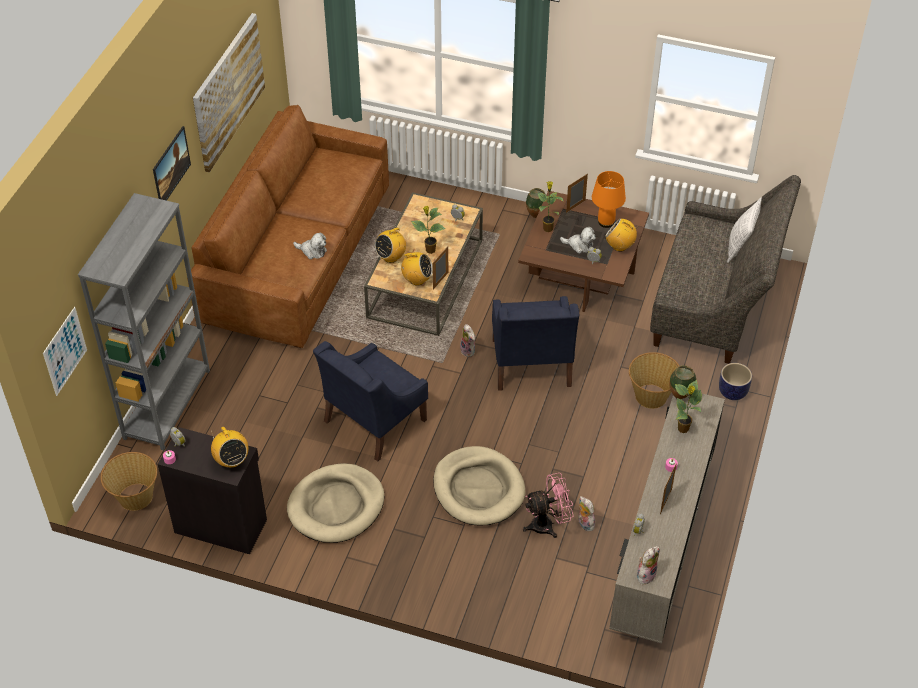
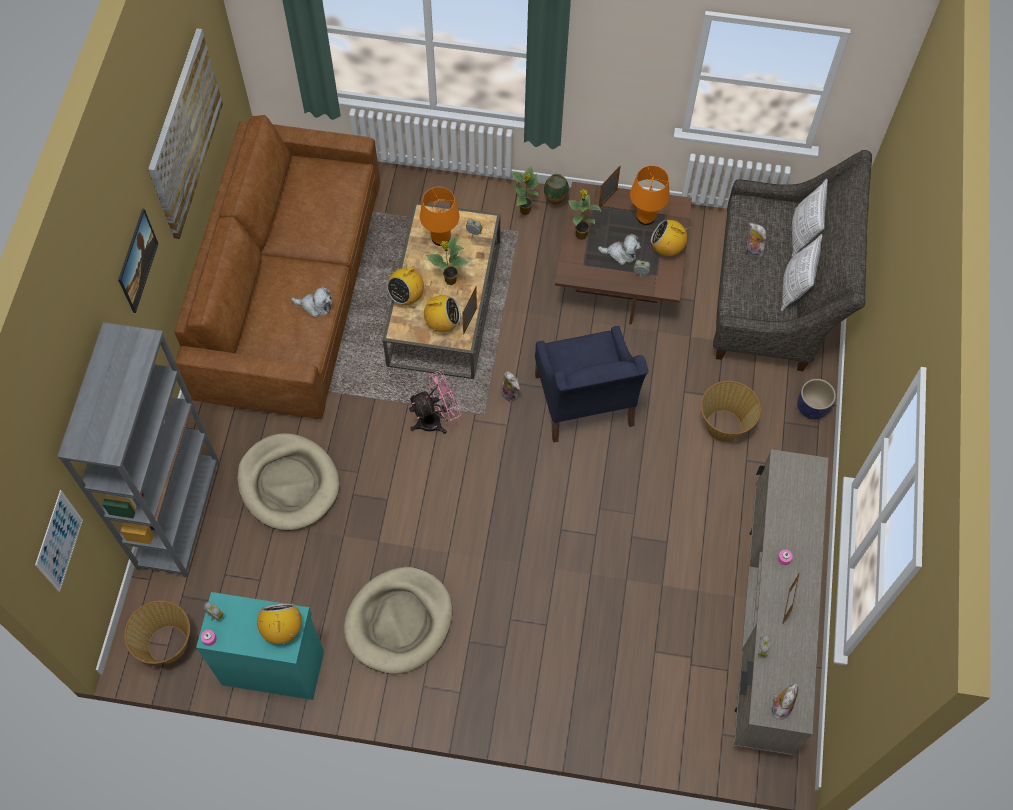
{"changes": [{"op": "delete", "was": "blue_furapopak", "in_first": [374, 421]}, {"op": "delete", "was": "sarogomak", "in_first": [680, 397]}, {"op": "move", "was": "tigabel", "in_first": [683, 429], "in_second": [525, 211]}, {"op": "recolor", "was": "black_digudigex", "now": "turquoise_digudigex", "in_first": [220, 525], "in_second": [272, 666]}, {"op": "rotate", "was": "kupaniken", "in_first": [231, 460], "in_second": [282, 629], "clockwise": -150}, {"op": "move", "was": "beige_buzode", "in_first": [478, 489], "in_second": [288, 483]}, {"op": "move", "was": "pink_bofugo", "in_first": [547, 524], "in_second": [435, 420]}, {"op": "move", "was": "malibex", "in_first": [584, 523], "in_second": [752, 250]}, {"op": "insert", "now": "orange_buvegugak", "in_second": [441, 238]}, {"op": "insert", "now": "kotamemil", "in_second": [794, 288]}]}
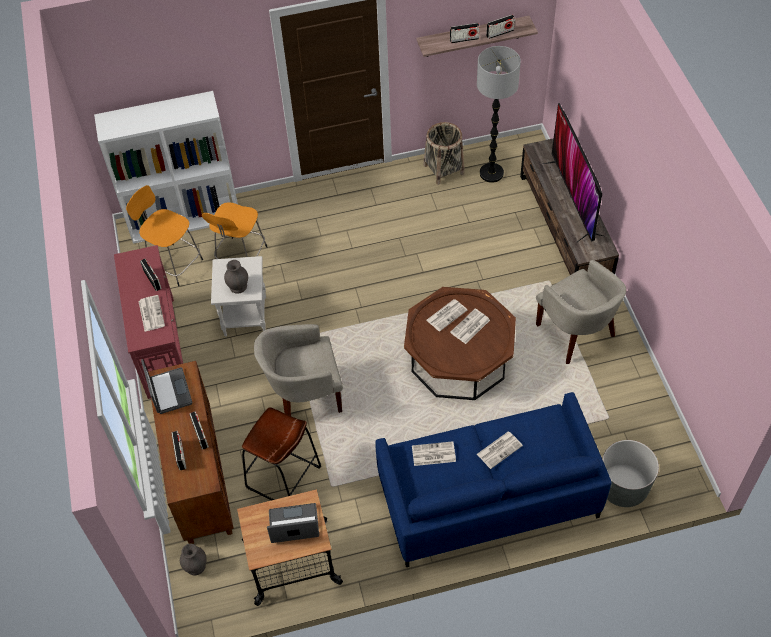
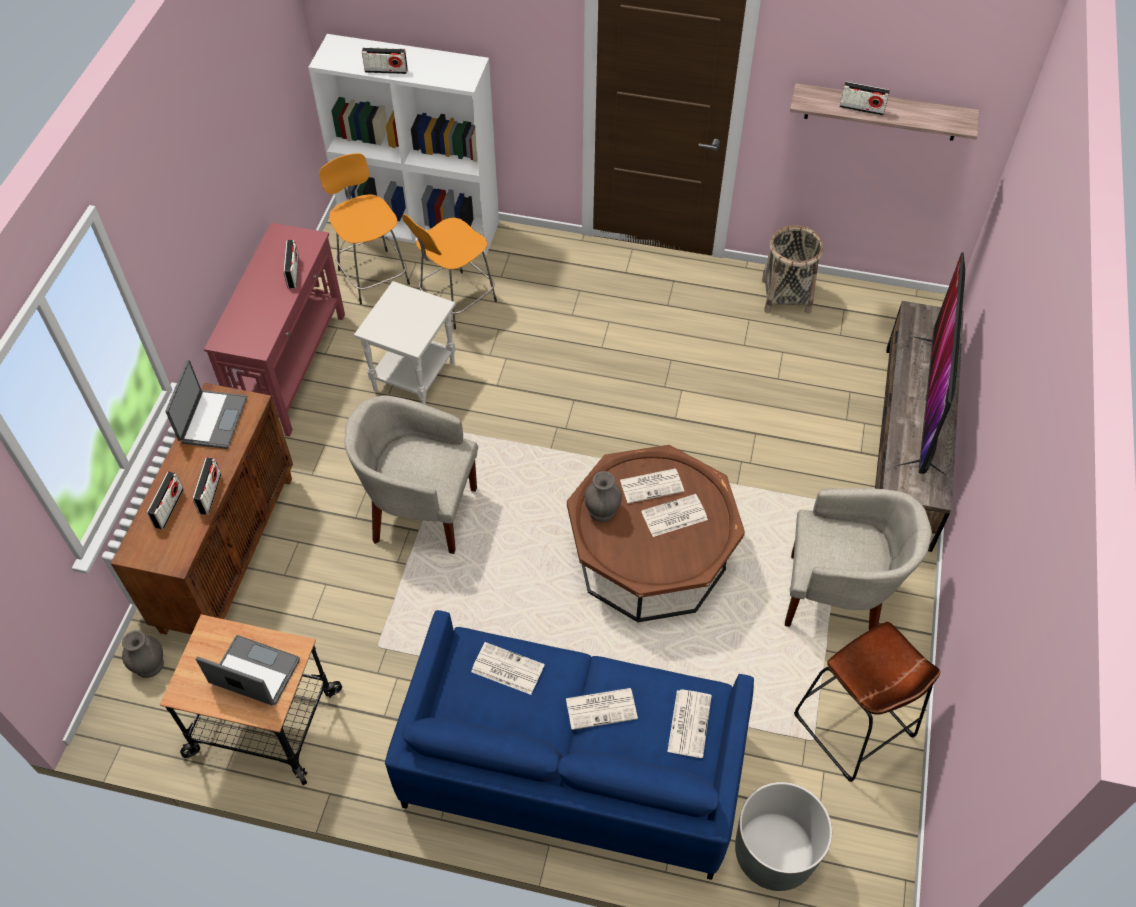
{"changes": [{"op": "move", "was": "kupaniken", "in_first": [500, 33], "in_second": [386, 70]}, {"op": "delete", "was": "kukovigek", "in_first": [491, 173]}, {"op": "move", "was": "grey_sarogomak", "in_first": [238, 286], "in_second": [603, 509]}, {"op": "rotate", "was": "beige_furapopak", "in_first": [576, 334], "in_second": [837, 597], "clockwise": -75}, {"op": "move", "was": "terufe", "in_first": [151, 313], "in_second": [689, 722]}, {"op": "move", "was": "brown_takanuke", "in_first": [283, 478], "in_second": [853, 726]}]}
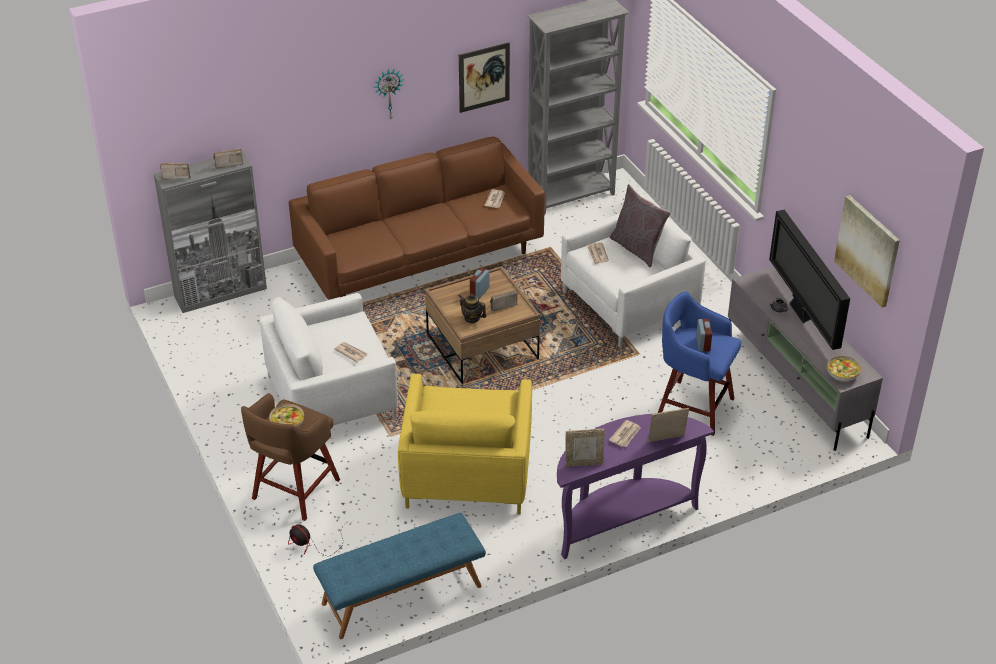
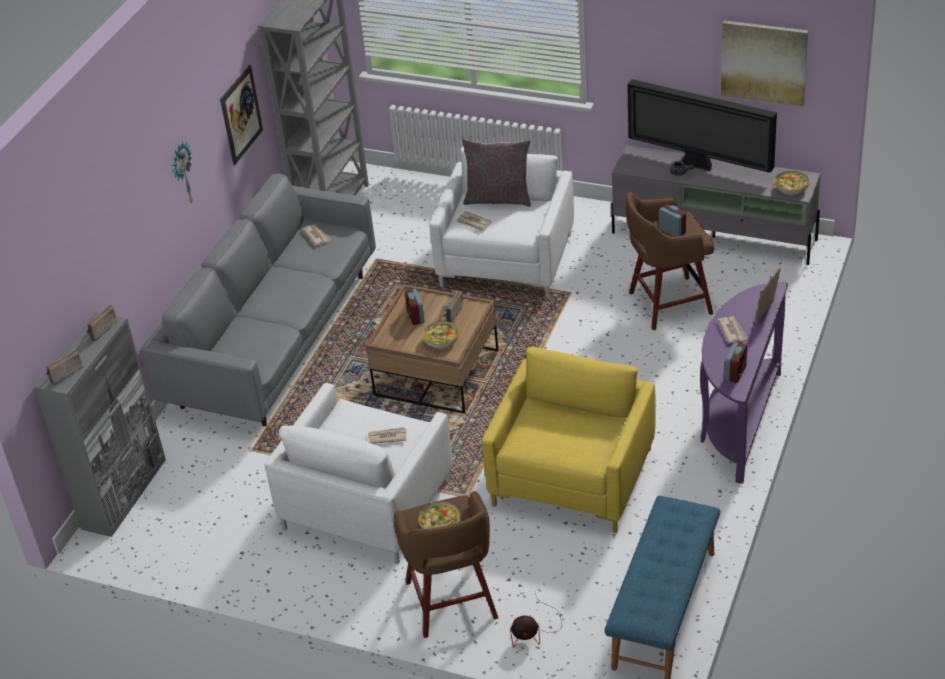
{"changes": [{"op": "recolor", "was": "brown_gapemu", "now": "grey_gapemu", "in_first": [421, 259], "in_second": [276, 340]}, {"op": "recolor", "was": "blue_takanuke", "now": "brown_takanuke", "in_first": [692, 406], "in_second": [667, 304]}, {"op": "replace", "was": "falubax", "now": "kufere", "in_first": [472, 318], "in_second": [441, 341]}, {"op": "rotate", "was": "yellow_furapopak", "in_first": [467, 472], "in_second": [572, 477], "clockwise": -120}, {"op": "replace", "was": "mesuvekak", "now": "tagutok", "in_first": [584, 463], "in_second": [735, 373]}]}
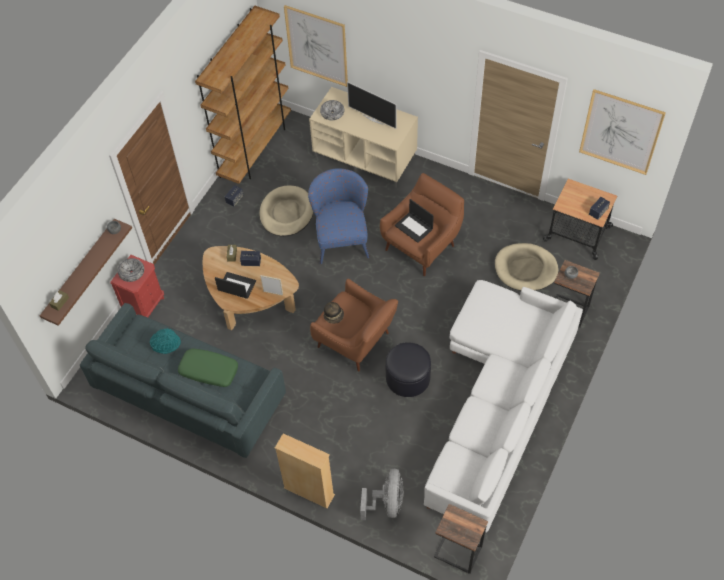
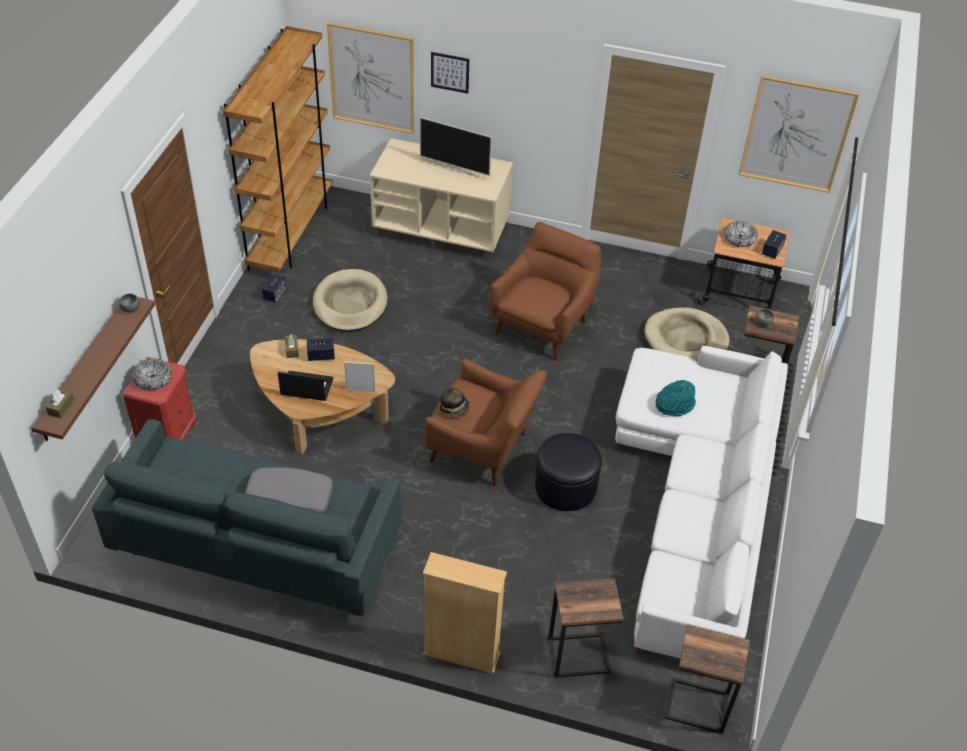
{"changes": [{"op": "move", "was": "kufere", "in_first": [332, 113], "in_second": [739, 238]}, {"op": "delete", "was": "blue_furapopak", "in_first": [341, 237]}, {"op": "delete", "was": "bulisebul", "in_first": [414, 227]}, {"op": "move", "was": "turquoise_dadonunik", "in_first": [166, 343], "in_second": [674, 404]}, {"op": "recolor", "was": "green_kotamemil", "now": "grey_kotamemil", "in_first": [208, 371], "in_second": [289, 498]}, {"op": "replace", "was": "grey_bofugo", "now": "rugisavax", "in_first": [387, 503], "in_second": [578, 654]}, {"op": "insert", "now": "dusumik", "in_second": [450, 72]}]}
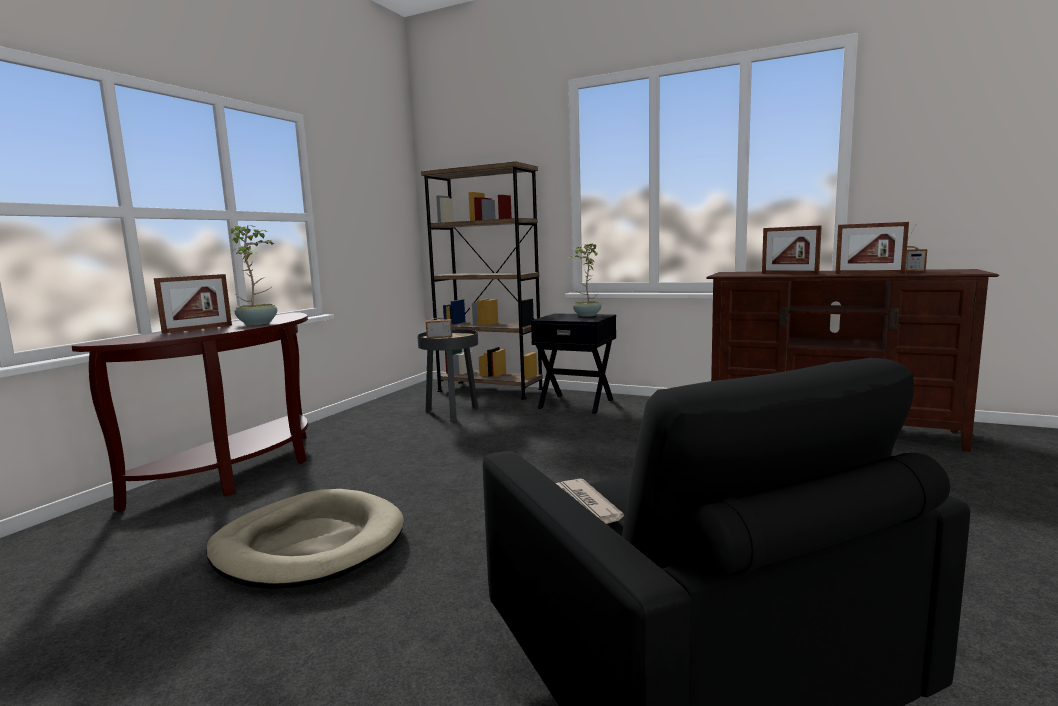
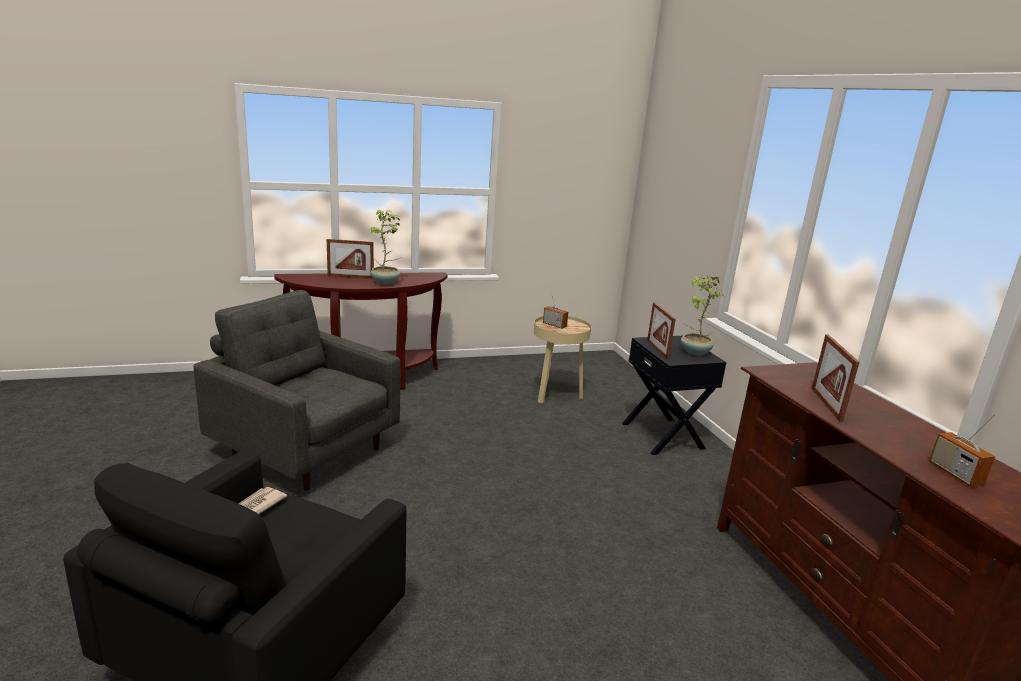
{"changes": [{"op": "delete", "was": "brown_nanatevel", "in_first": [490, 390]}, {"op": "move", "was": "mesuvekak", "in_first": [869, 274], "in_second": [657, 349]}, {"op": "recolor", "was": "black_rugisavax", "now": "beige_rugisavax", "in_first": [452, 413], "in_second": [555, 394]}, {"op": "replace", "was": "beige_buzode", "now": "grey_furapopak", "in_first": [309, 545], "in_second": [305, 449]}]}
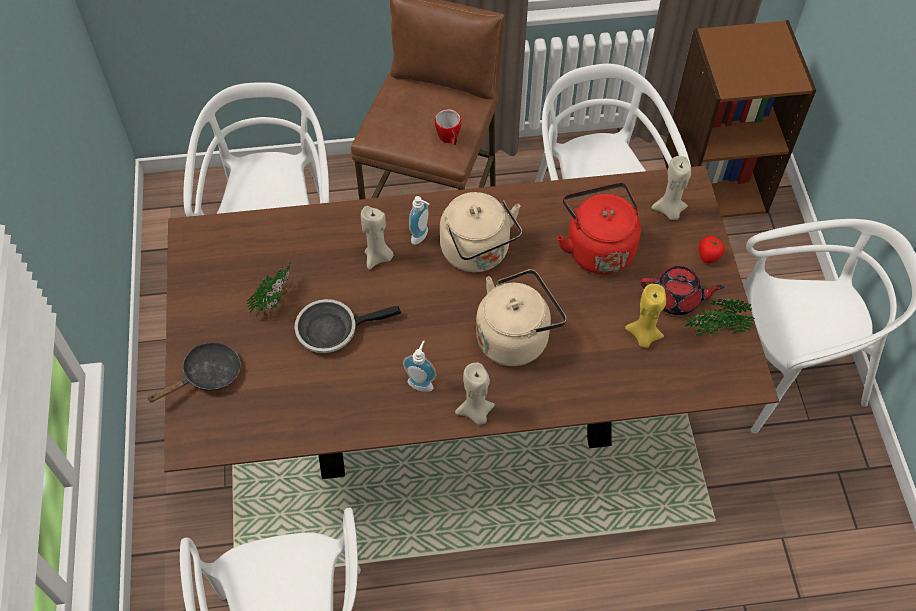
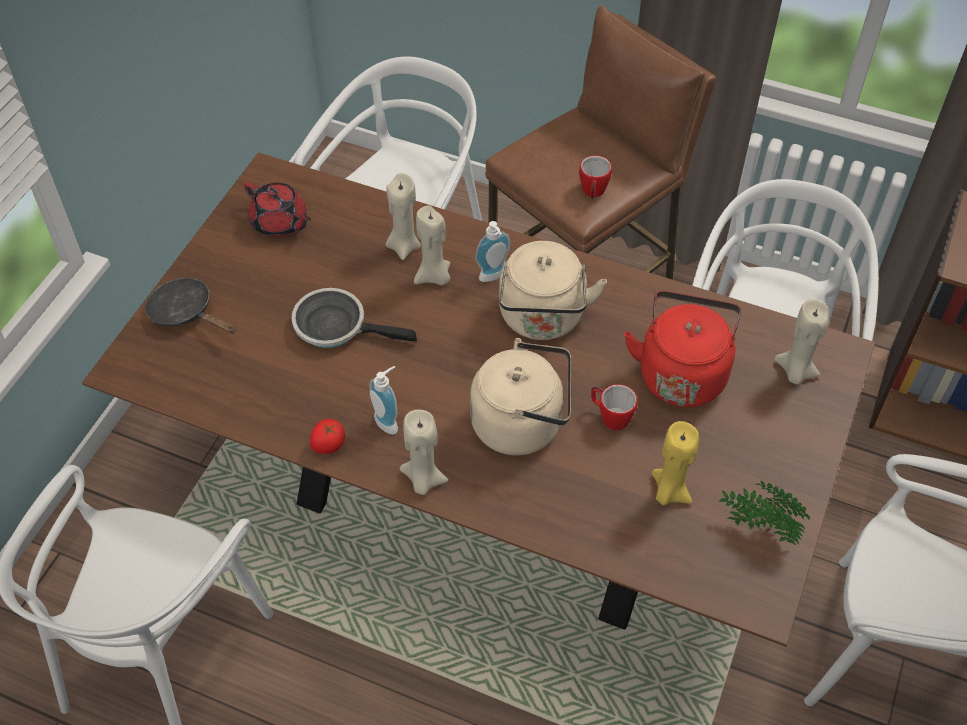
{"changes": [{"op": "move", "was": "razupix", "in_first": [708, 256], "in_second": [328, 445]}, {"op": "delete", "was": "tigabel", "in_first": [276, 301]}, {"op": "move", "was": "red_falubax", "in_first": [676, 298], "in_second": [280, 223]}, {"op": "rotate", "was": "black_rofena", "in_first": [207, 375], "in_second": [186, 313], "clockwise": -135}, {"op": "insert", "now": "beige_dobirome", "in_second": [403, 246]}, {"op": "insert", "now": "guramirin", "in_second": [610, 417]}]}
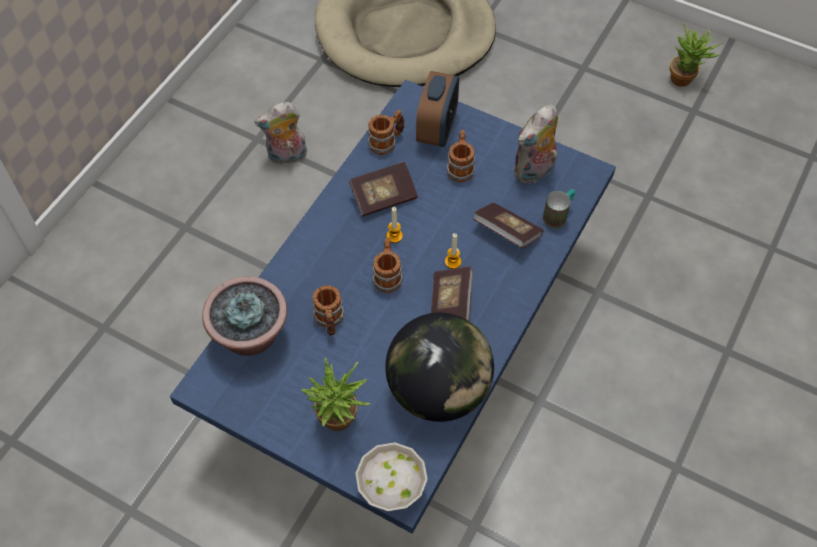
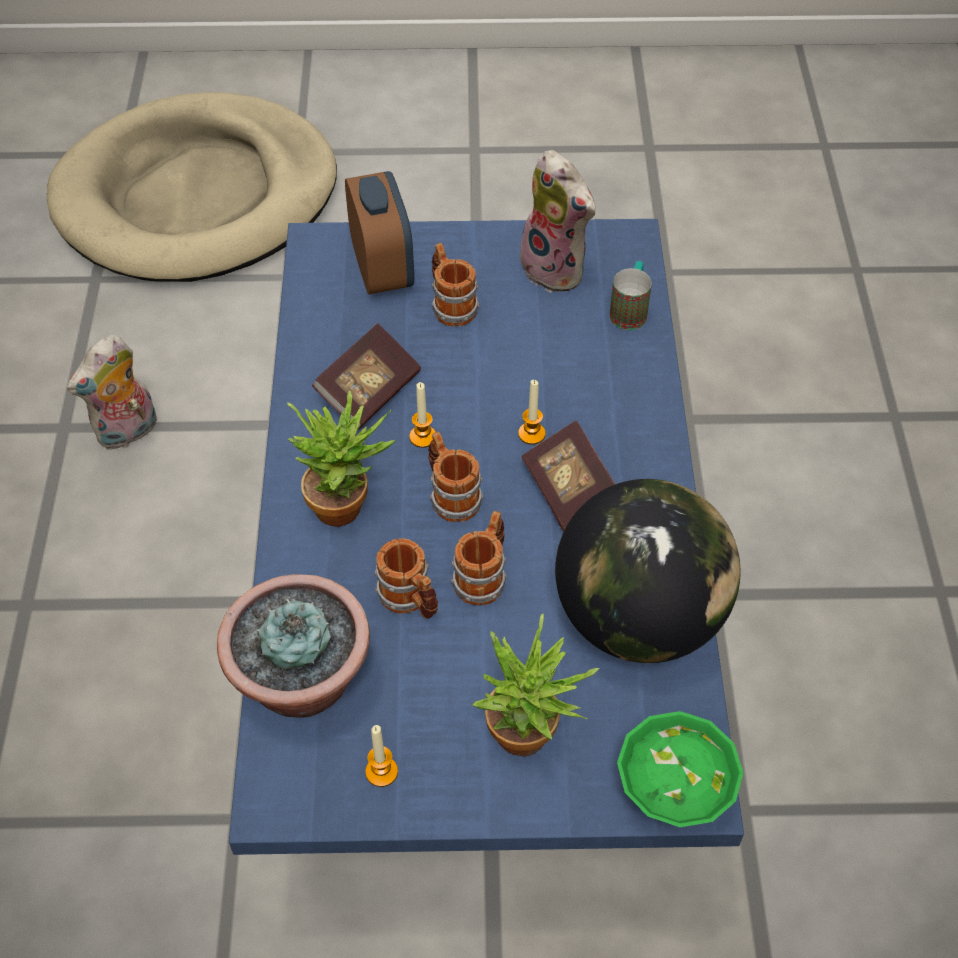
{"changes": [{"op": "move", "was": "tigabel", "in_first": [685, 79], "in_second": [347, 504]}, {"op": "rotate", "was": "malibex", "in_first": [534, 172], "in_second": [557, 269], "clockwise": -60}, {"op": "move", "was": "guramirin", "in_first": [387, 142], "in_second": [483, 575]}, {"op": "delete", "was": "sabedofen", "in_first": [507, 232]}, {"op": "recolor", "was": "white_kufere", "now": "green_kufere", "in_first": [390, 489], "in_second": [672, 794]}, {"op": "insert", "now": "dobirome", "in_second": [381, 772]}]}
